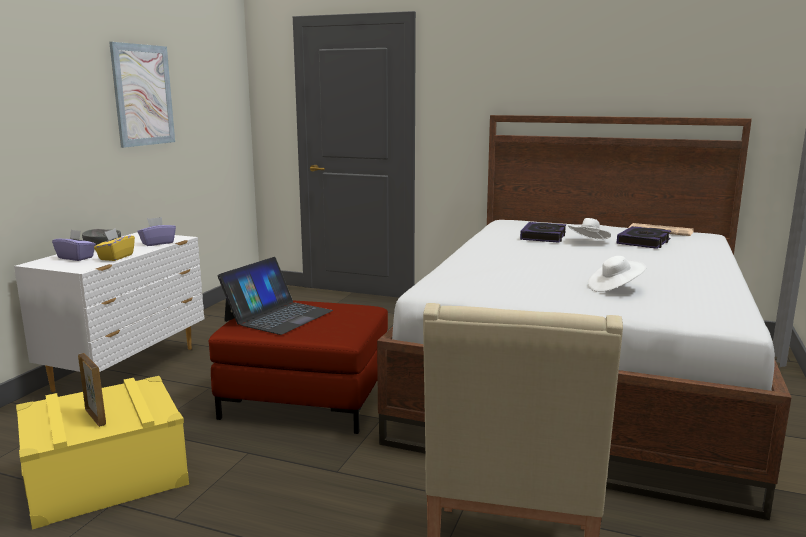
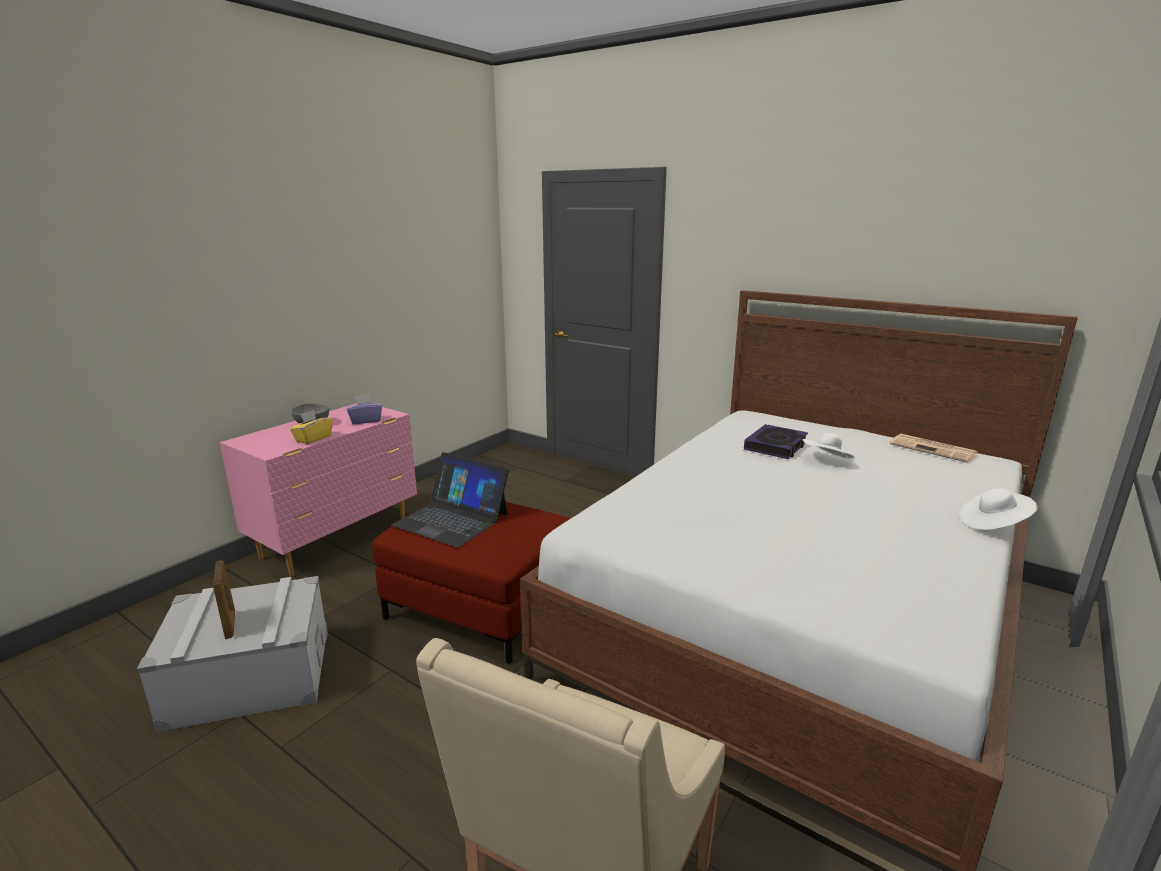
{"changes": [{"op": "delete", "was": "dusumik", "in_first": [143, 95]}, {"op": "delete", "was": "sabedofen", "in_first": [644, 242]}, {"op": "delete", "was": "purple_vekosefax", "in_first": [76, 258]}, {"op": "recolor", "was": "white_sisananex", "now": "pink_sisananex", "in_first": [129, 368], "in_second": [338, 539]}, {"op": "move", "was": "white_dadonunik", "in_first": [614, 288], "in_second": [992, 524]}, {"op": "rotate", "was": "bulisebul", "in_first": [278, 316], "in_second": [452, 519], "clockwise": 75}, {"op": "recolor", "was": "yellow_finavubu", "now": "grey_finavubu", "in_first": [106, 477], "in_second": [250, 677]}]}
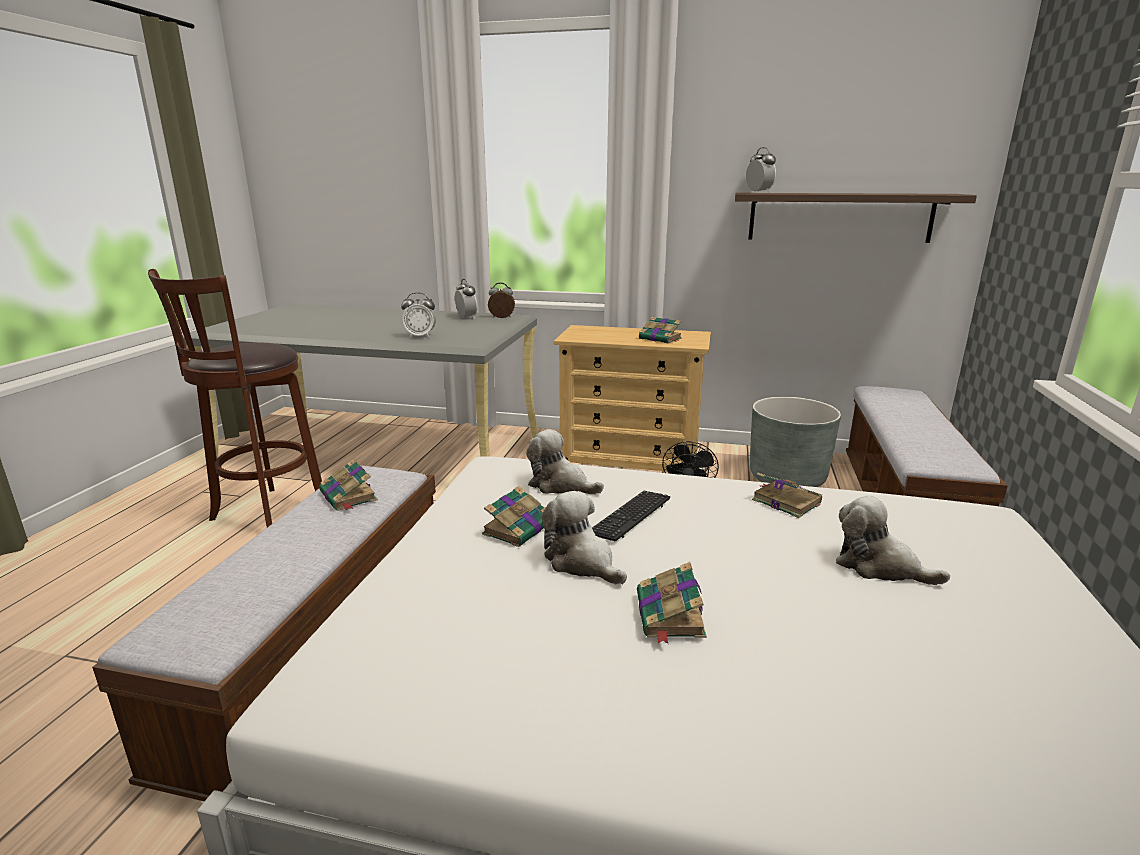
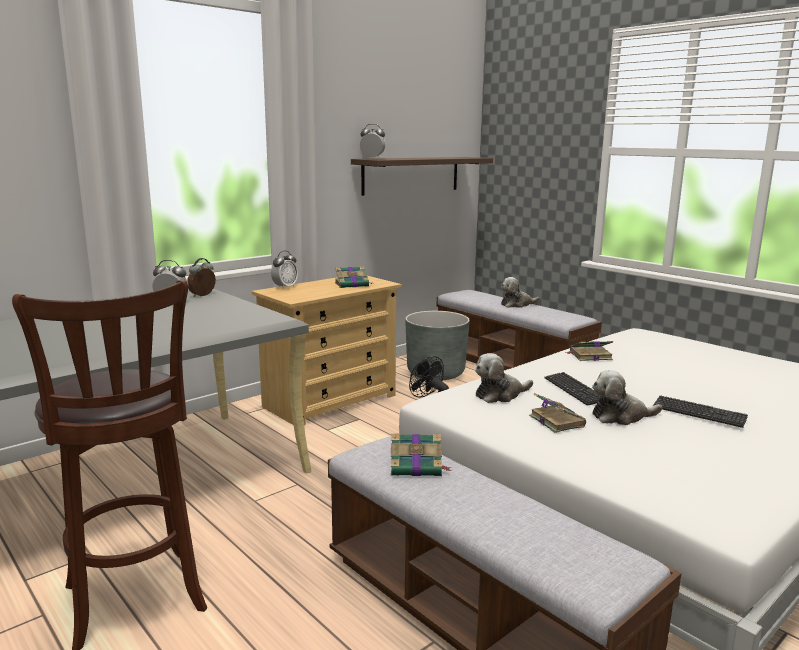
{"changes": [{"op": "move", "was": "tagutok", "in_first": [420, 336], "in_second": [285, 287]}, {"op": "move", "was": "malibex", "in_first": [879, 566], "in_second": [517, 304]}, {"op": "replace", "was": "sabedofen", "now": "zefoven", "in_first": [670, 616], "in_second": [699, 413]}]}
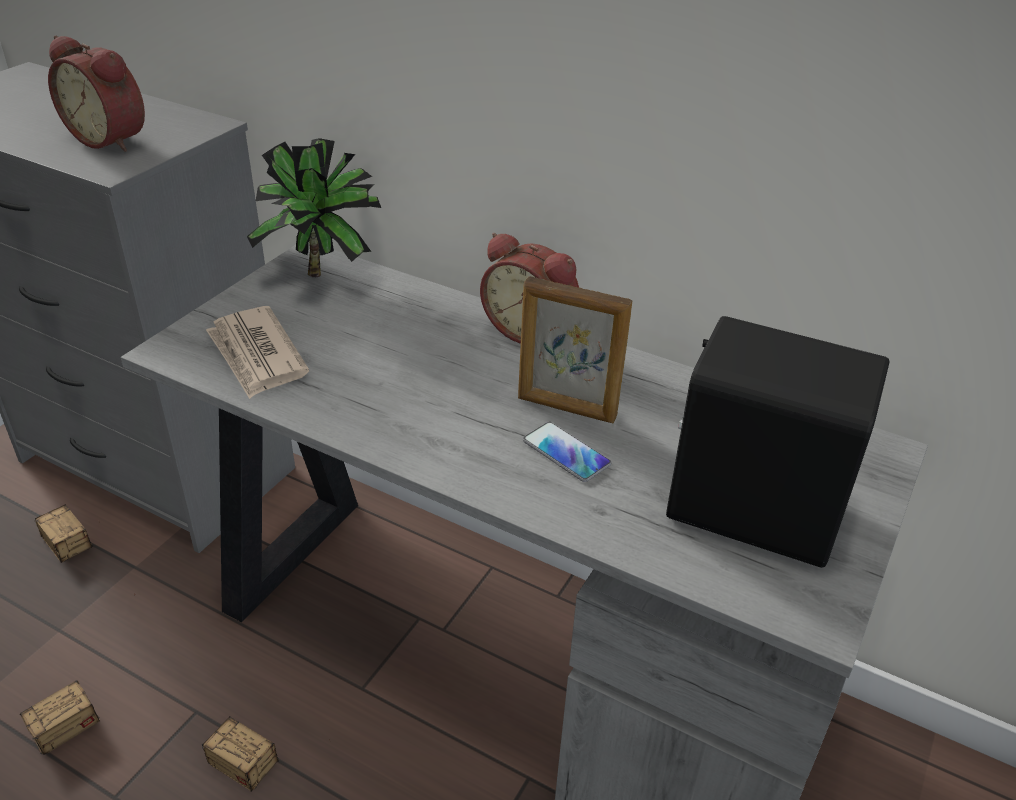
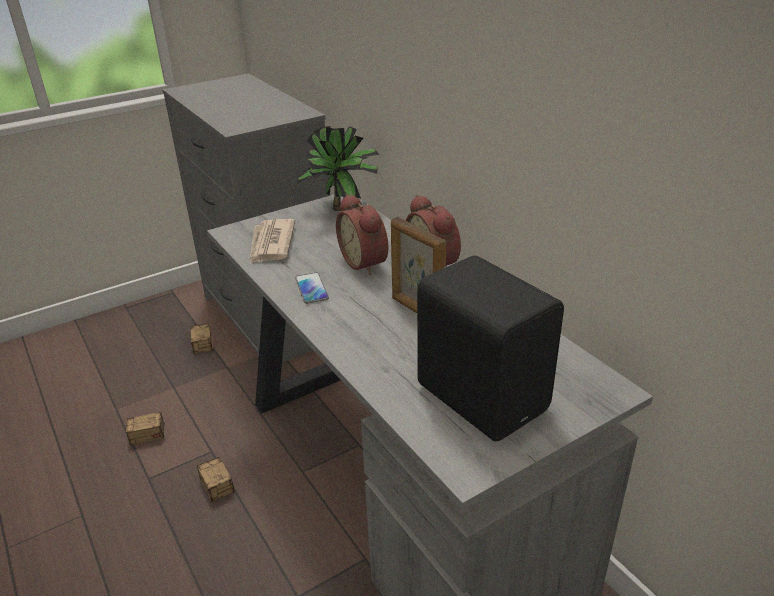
{"changes": [{"op": "move", "was": "tagutok", "in_first": [111, 139], "in_second": [366, 262]}, {"op": "move", "was": "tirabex", "in_first": [566, 453], "in_second": [311, 289]}]}
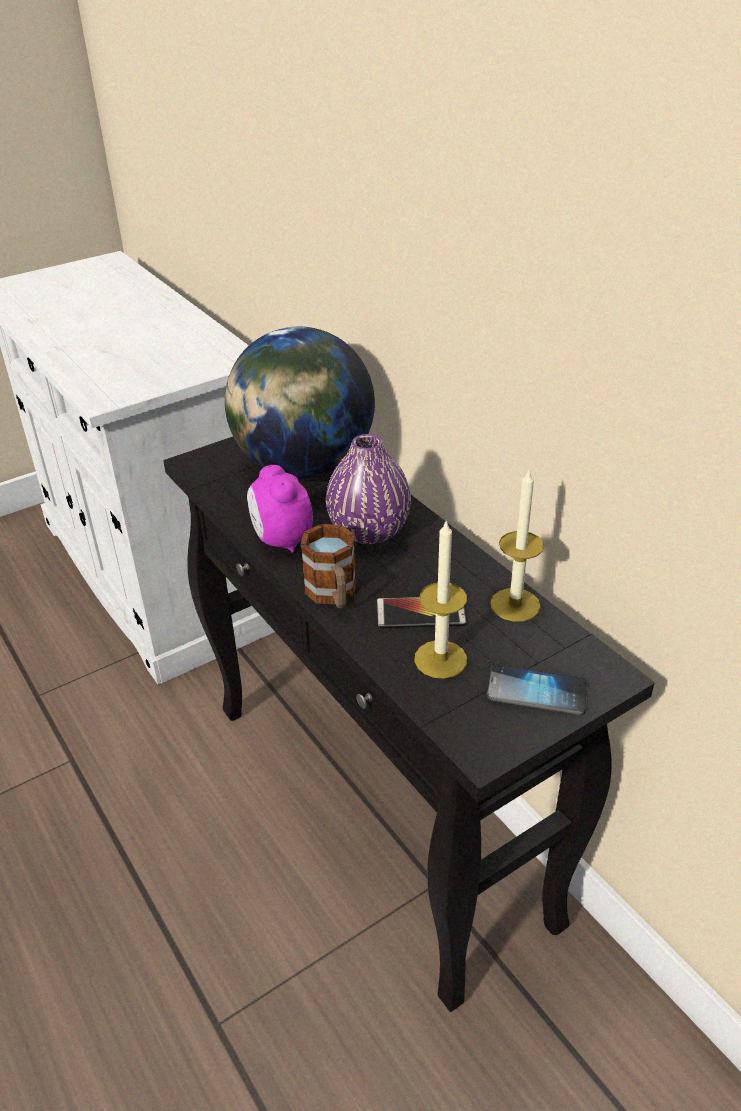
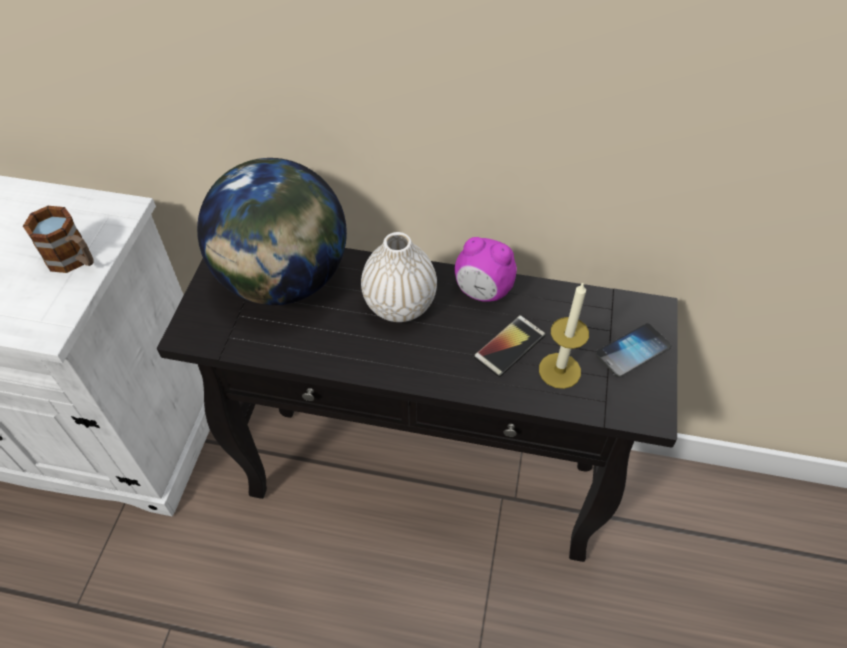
{"changes": [{"op": "recolor", "was": "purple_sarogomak", "now": "white_sarogomak", "in_first": [369, 531], "in_second": [400, 304]}, {"op": "move", "was": "tagutok", "in_first": [281, 540], "in_second": [483, 291]}, {"op": "delete", "was": "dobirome", "in_first": [515, 605]}, {"op": "move", "was": "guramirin", "in_first": [333, 595], "in_second": [74, 260]}]}
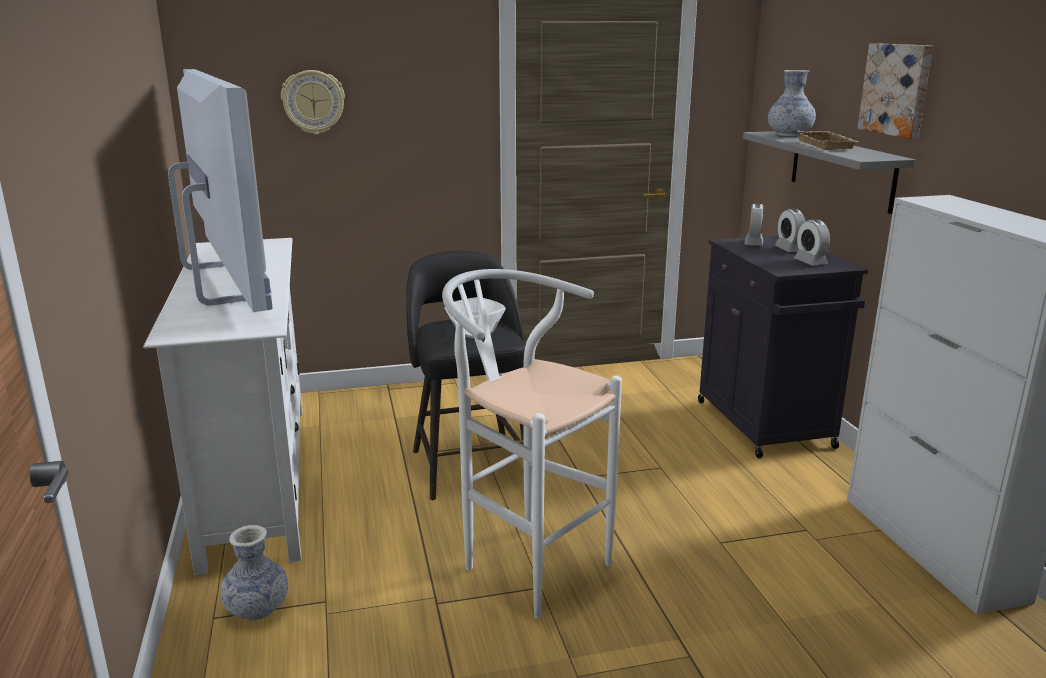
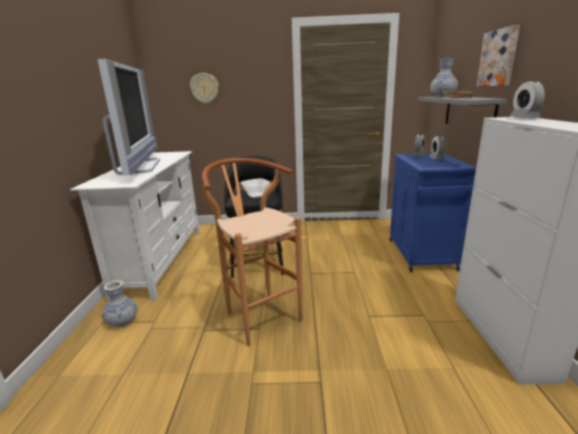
{"changes": [{"op": "move", "was": "tagutok", "in_first": [810, 262], "in_second": [524, 118]}, {"op": "recolor", "was": "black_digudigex", "now": "blue_digudigex", "in_first": [765, 425], "in_second": [421, 255]}, {"op": "recolor", "was": "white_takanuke", "now": "brown_takanuke", "in_first": [525, 562], "in_second": [258, 314]}]}
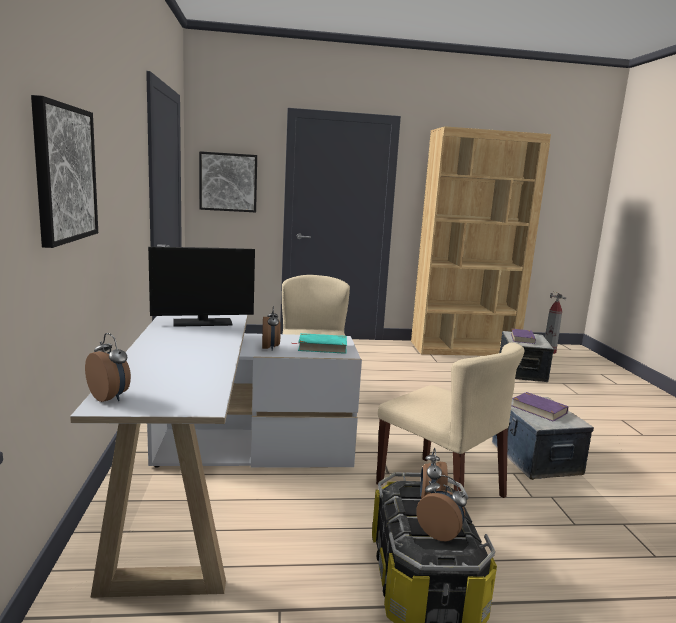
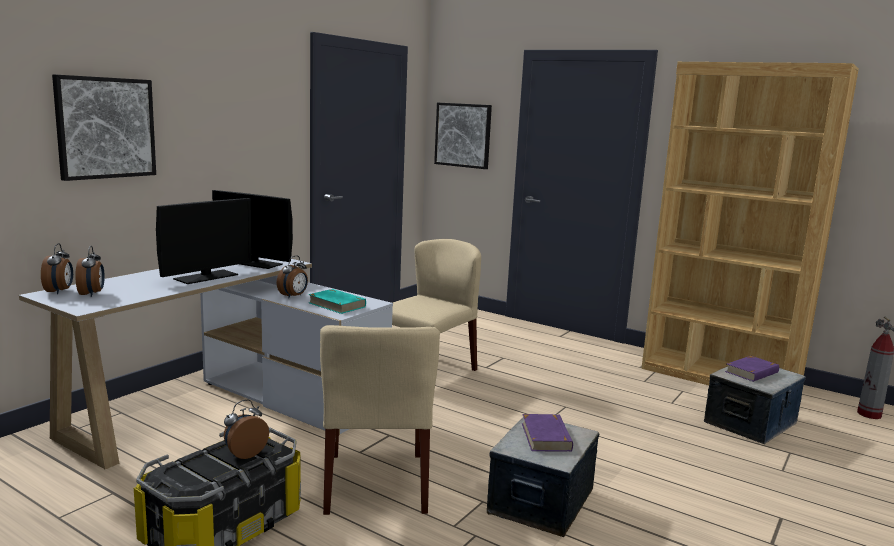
{"changes": [{"op": "move", "was": "tagutok", "in_first": [440, 533], "in_second": [92, 294]}, {"op": "insert", "now": "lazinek", "in_second": [206, 277]}]}
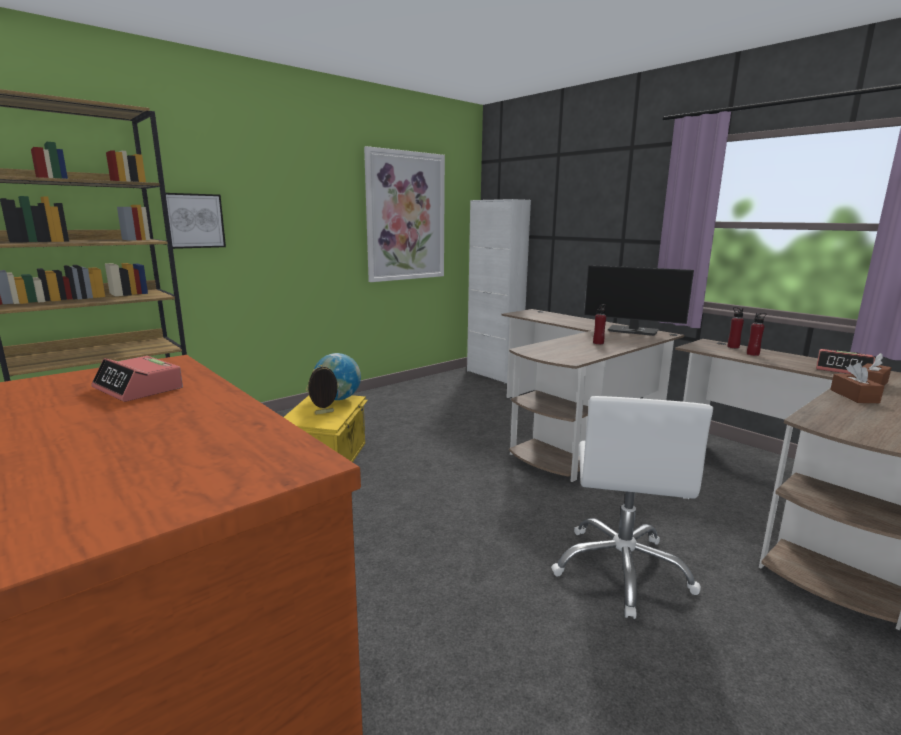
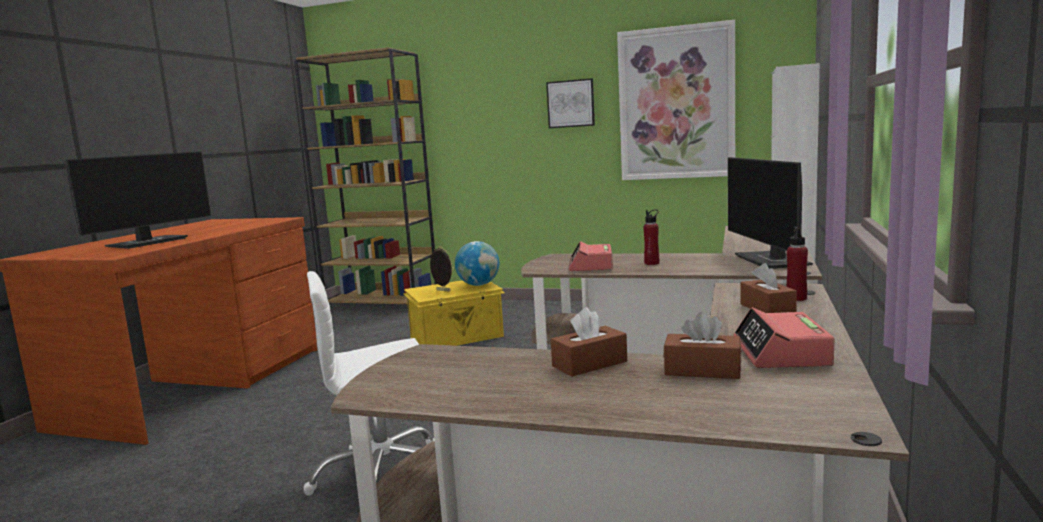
{"changes": [{"op": "move", "was": "dusumik", "in_first": [194, 221], "in_second": [571, 103]}, {"op": "replace", "was": "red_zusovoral", "now": "brown_vekosefax", "in_first": [753, 354], "in_second": [767, 309]}, {"op": "move", "was": "tagutok", "in_first": [139, 388], "in_second": [591, 266]}, {"op": "insert", "now": "lazinek", "in_second": [149, 242]}]}
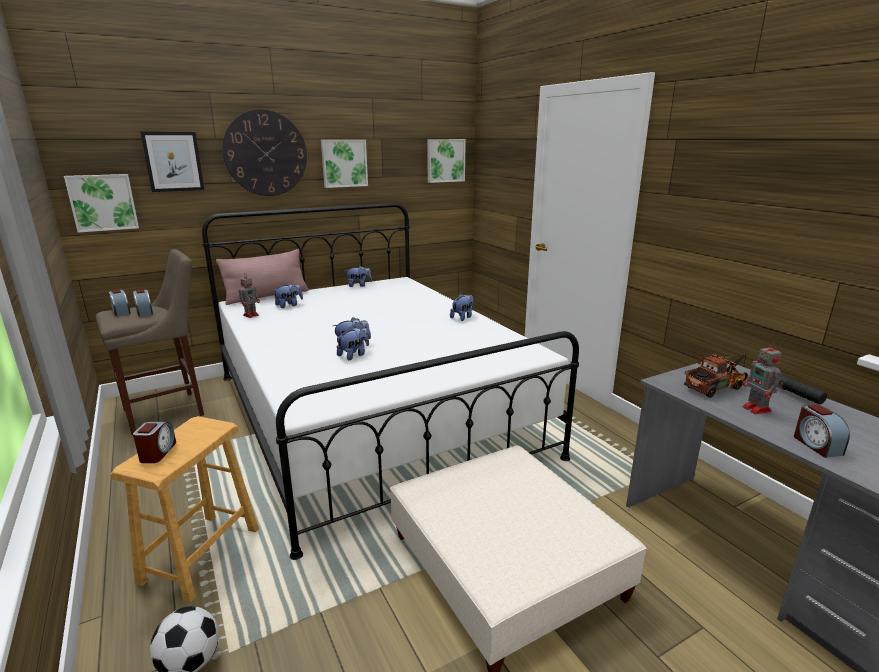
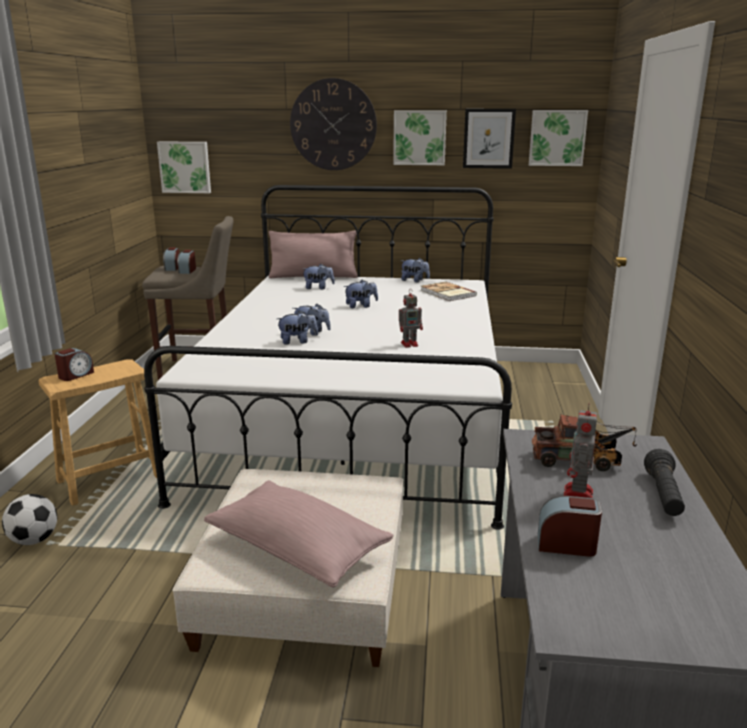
{"changes": [{"op": "move", "was": "dusumik", "in_first": [173, 161], "in_second": [488, 138]}, {"op": "move", "was": "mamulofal", "in_first": [251, 315], "in_second": [410, 344]}, {"op": "move", "was": "malibex", "in_first": [462, 317], "in_second": [361, 306]}, {"op": "rotate", "was": "tagutok", "in_first": [816, 445], "in_second": [566, 545], "clockwise": 75}, {"op": "insert", "now": "sabedofen", "in_second": [447, 293]}, {"op": "insert", "now": "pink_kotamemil", "in_second": [298, 549]}]}
